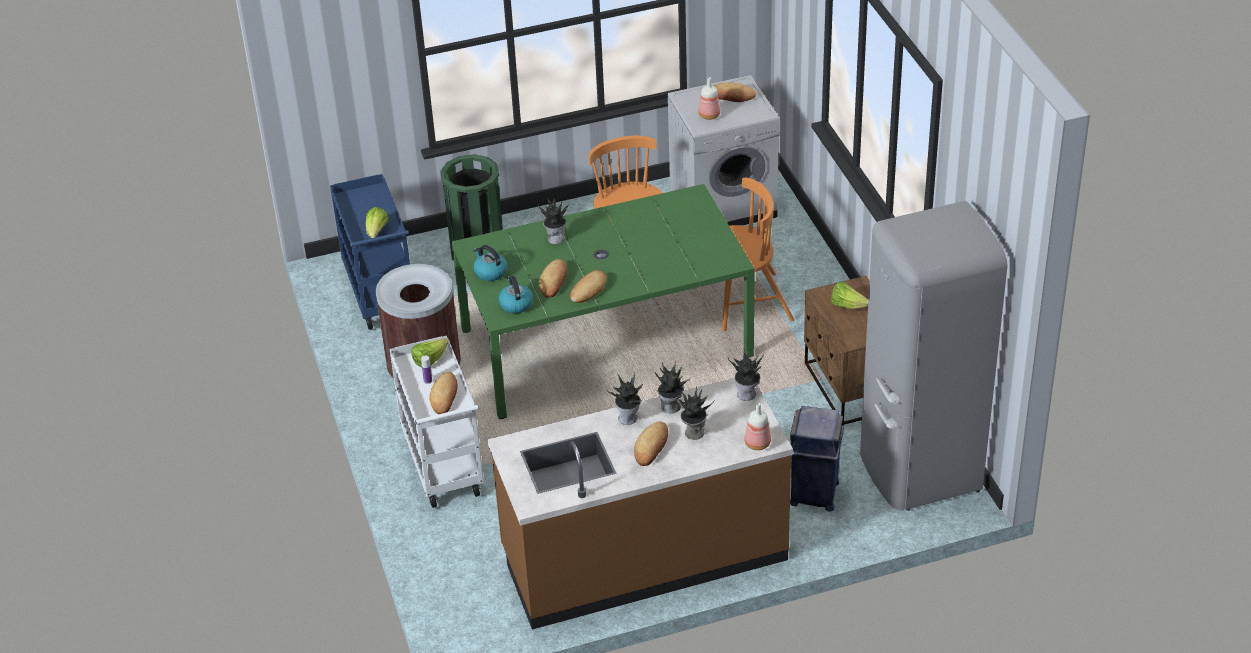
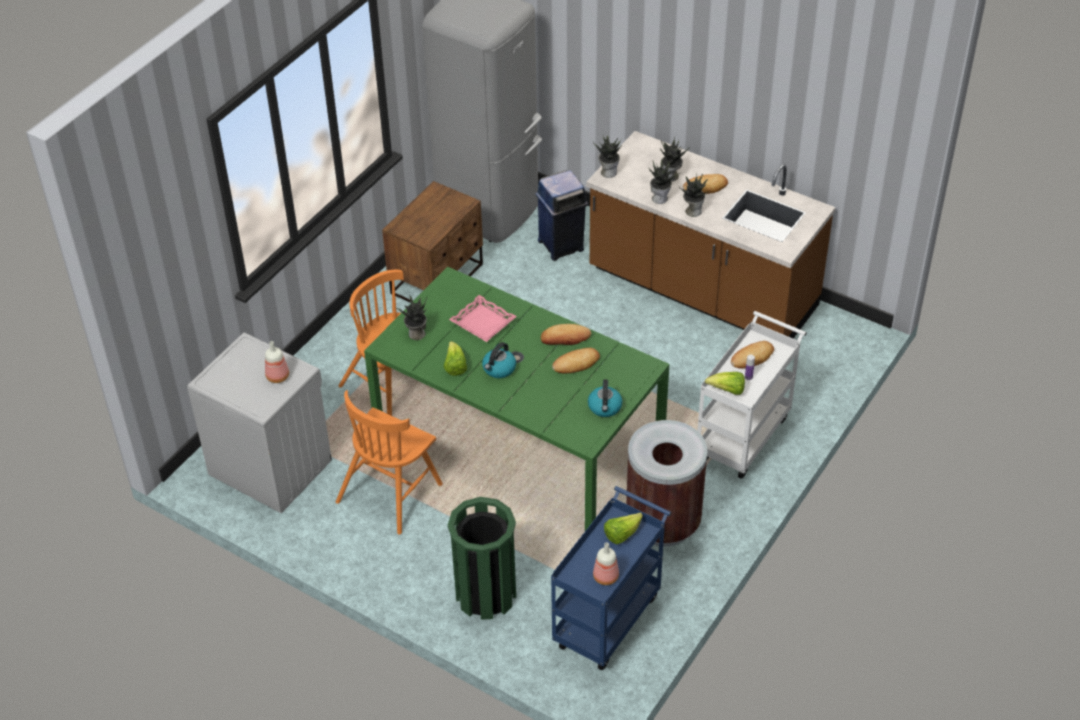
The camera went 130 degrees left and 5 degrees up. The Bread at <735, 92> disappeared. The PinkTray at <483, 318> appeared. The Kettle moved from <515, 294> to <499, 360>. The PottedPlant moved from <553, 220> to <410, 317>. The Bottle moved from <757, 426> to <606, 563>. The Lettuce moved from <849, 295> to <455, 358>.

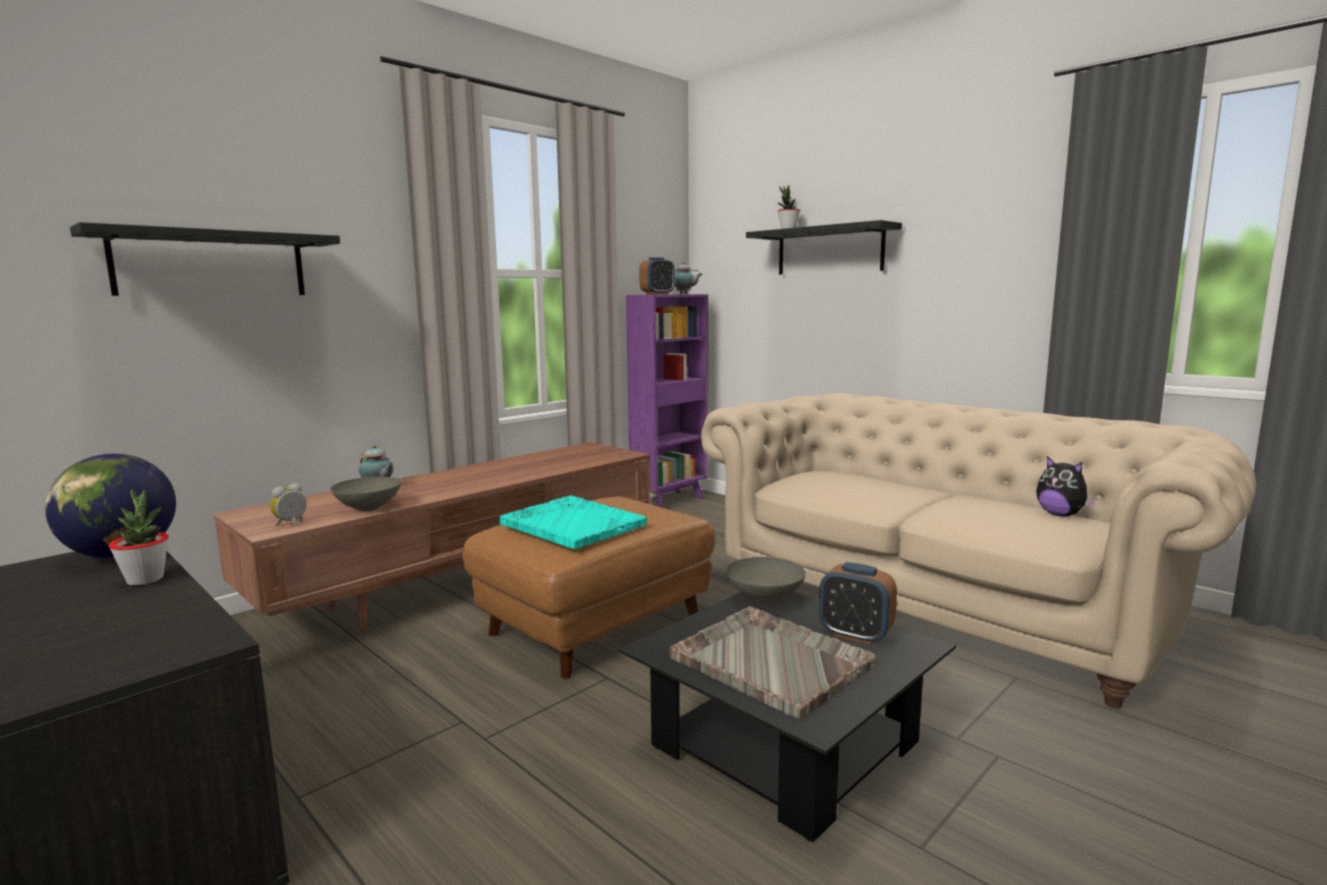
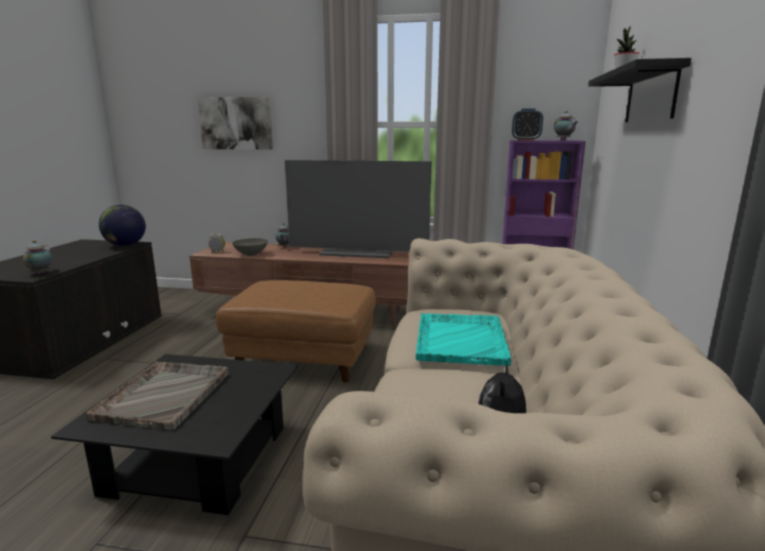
The camera went 55 degrees right and 5 degrees up. The PottedPlant at <139, 537> disappeared. The GreyBowl at <766, 580> disappeared. The AlarmClock at <858, 603> disappeared. The Teapot at <38, 257> appeared. The Television at <358, 209> appeared. The TurquoiseTray moved from <573, 522> to <463, 339>. The BlackShelf at <205, 259> was replaced by the Picture at <235, 123>.

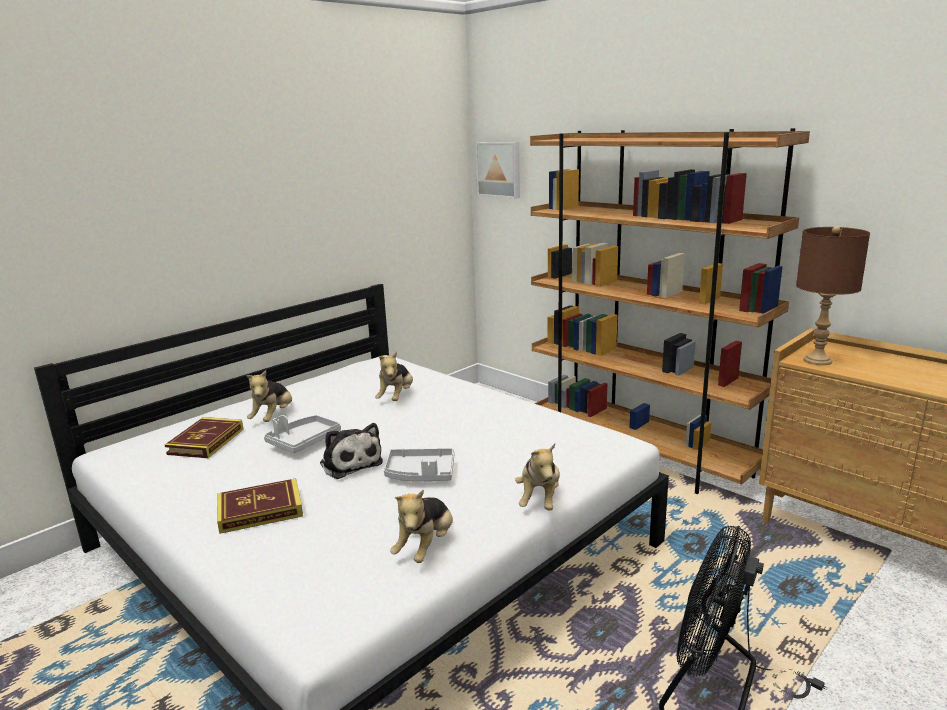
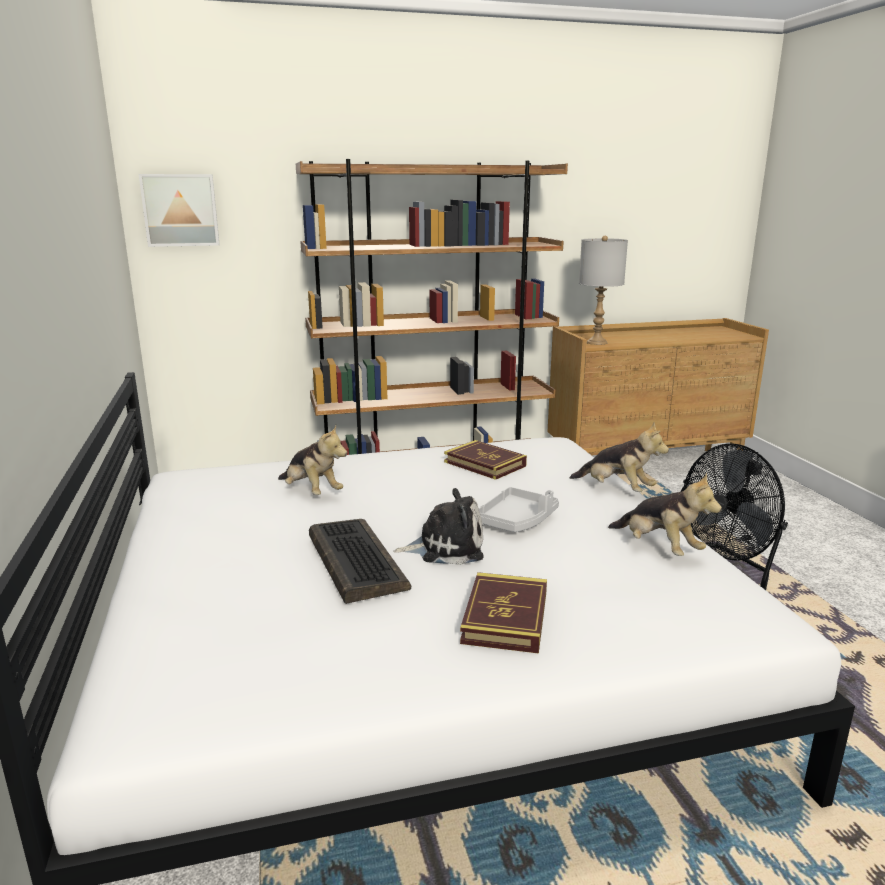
The camera went 60 degrees left and 0 degrees up. The PlushToy at <269, 396> disappeared. The Book moved from <204, 437> to <485, 460>. The GreyTray at <302, 434> was replaced by the Keyboard at <360, 561>. The BrownTableLamp at <833, 295> became the GreyTableLamp at <603, 290>.

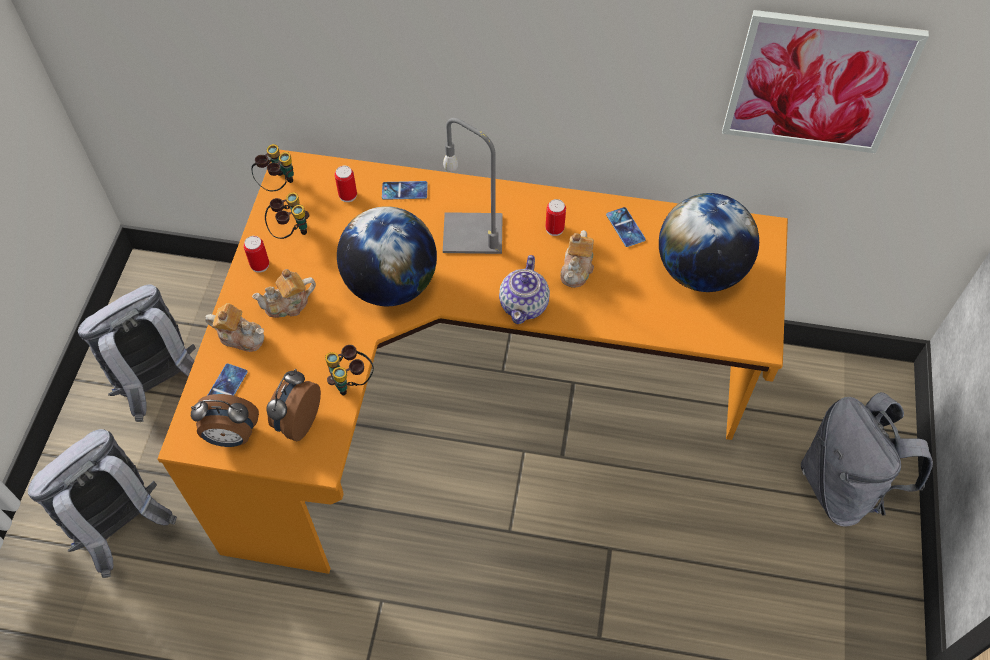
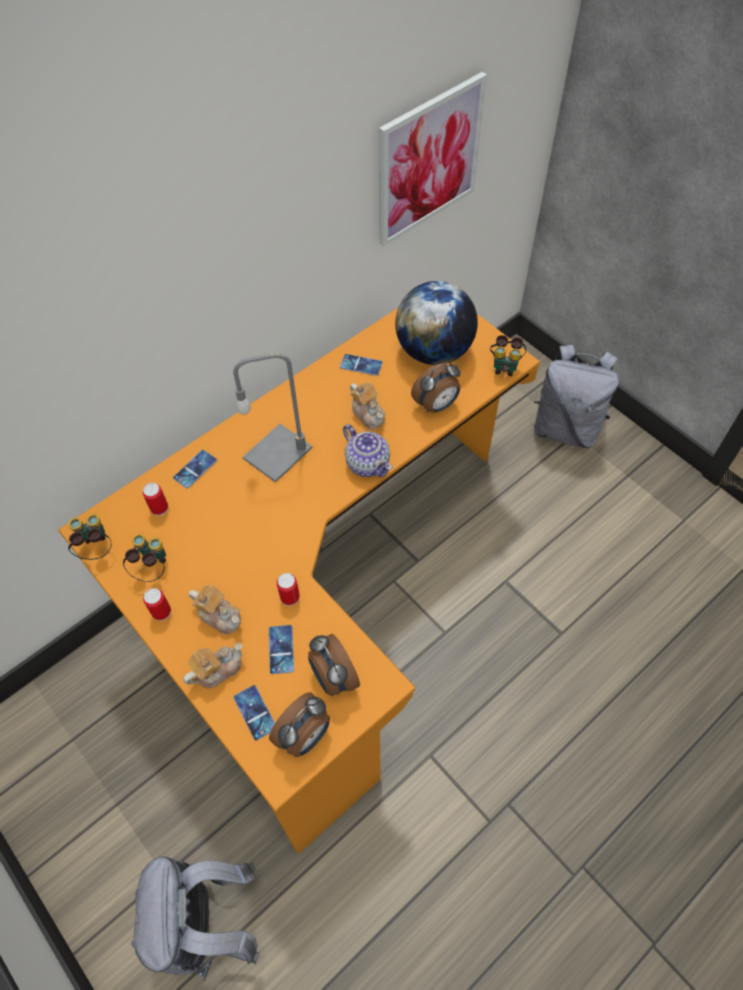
The camera went 50 degrees left and 0 degrees up. The GreyBackpack at <137, 353> disappeared. The Globe at <387, 256> disappeared. The Phone at <281, 649> appeared. The AlarmClock at <436, 387> appeared. The Binoculars moved from <349, 370> to <508, 355>. The Can moved from <555, 217> to <288, 589>. The Teapot at <284, 293> turned 75 degrees counterclockwise.

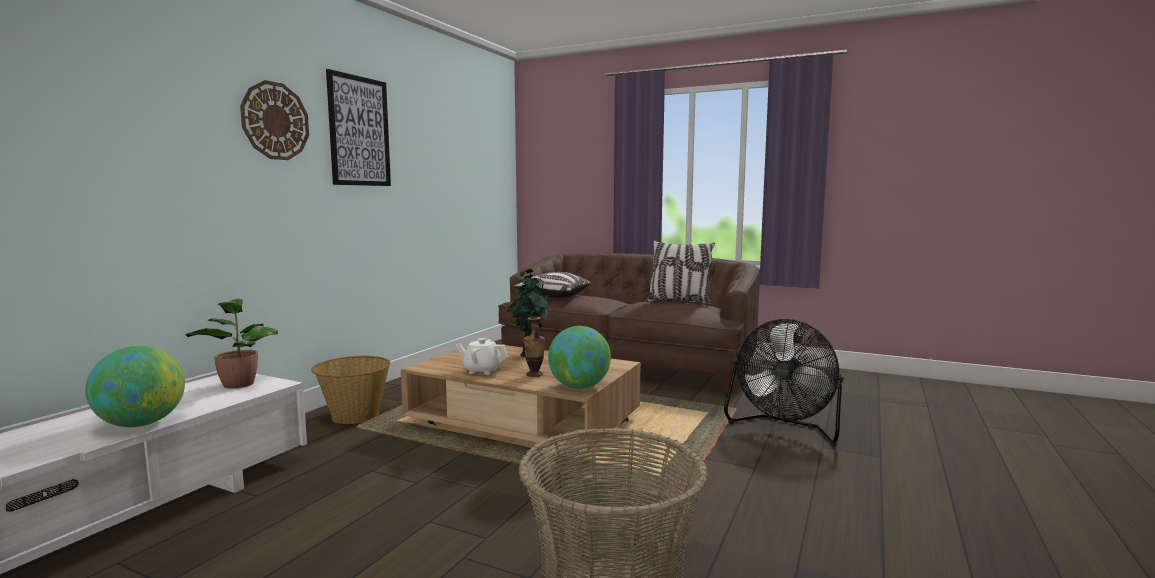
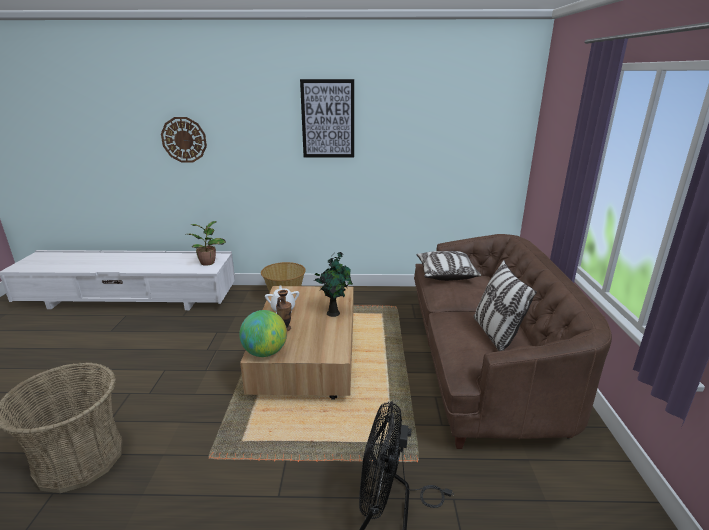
The camera went 65 degrees right and 15 degrees up. The Globe at <135, 386> disappeared. The WallClock moved from <274, 120> to <184, 140>.

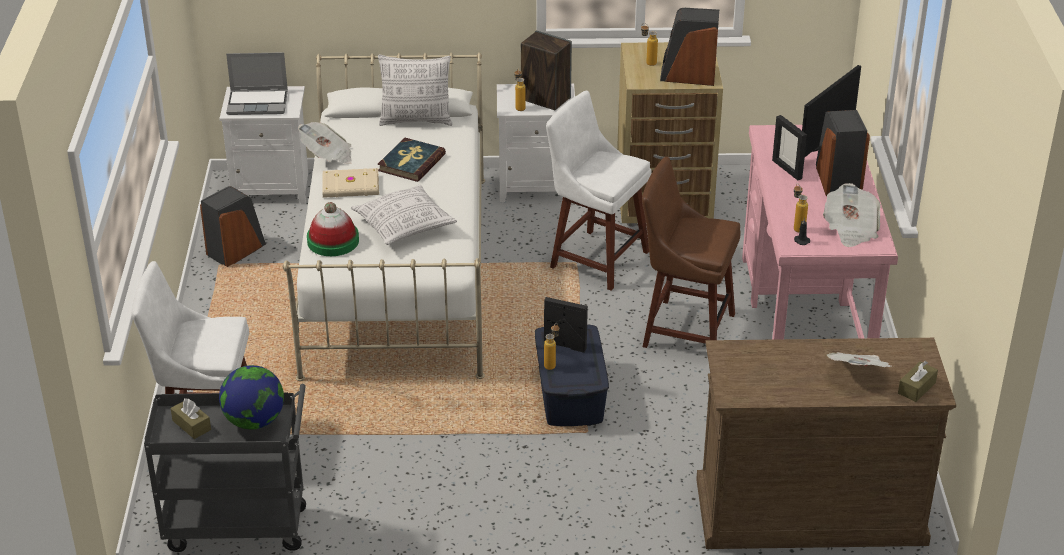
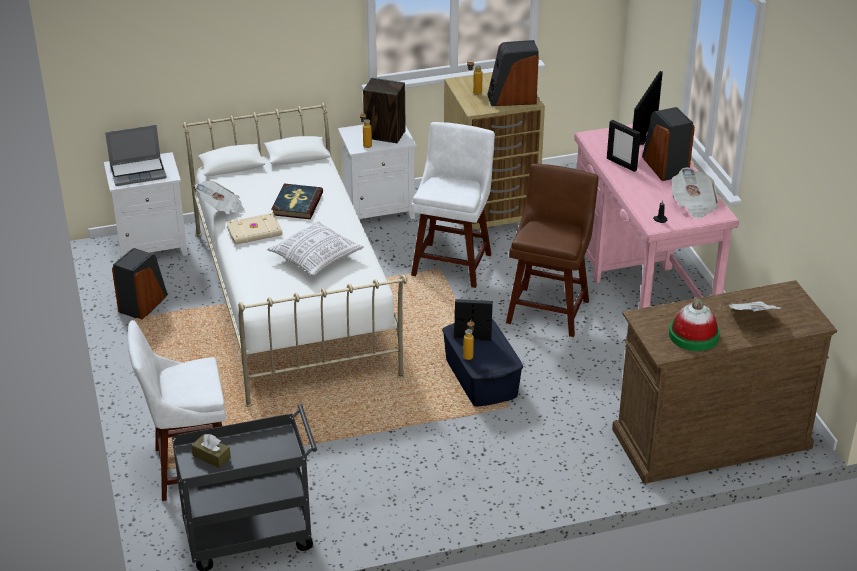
The camera went 15 degrees left and 0 degrees up. The Globe at <251, 397> disappeared. The Pillow at <415, 90> disappeared. The Bottle at <801, 208> disappeared. The BrownTissueBox at <918, 381> disappeared. The Hat moved from <333, 229> to <694, 325>. The WhiteChair at <598, 190> turned 90 degrees clockwise. The BrownChair at <691, 252> turned 105 degrees clockwise.

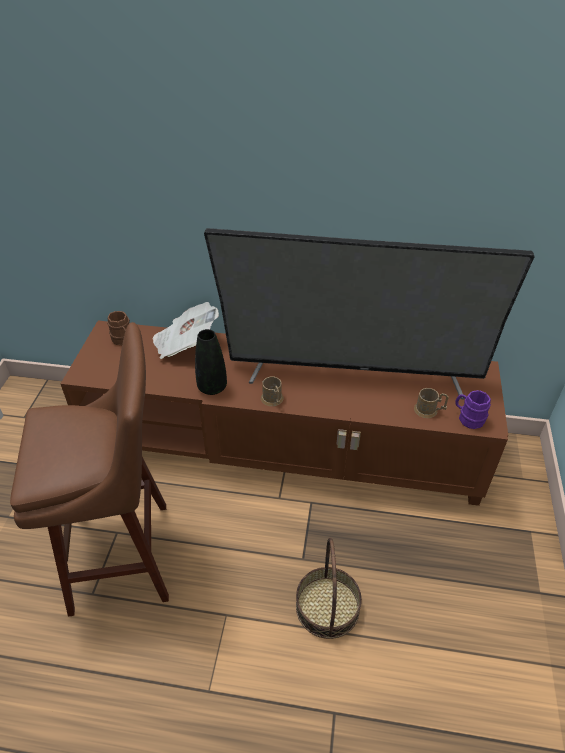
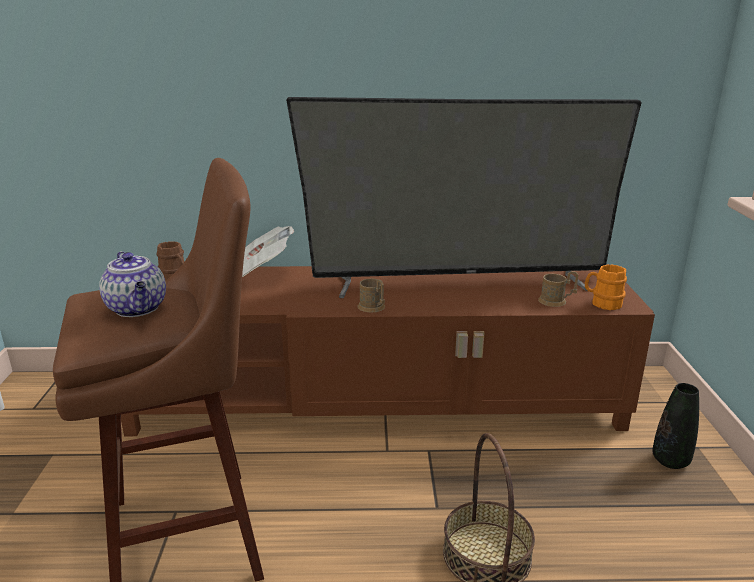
The camera went 10 degrees left and 20 degrees down. The Teapot at <132, 284> appeared. The BlackVase moved from <211, 362> to <675, 426>. The PurpleMug at <473, 409> became the OrangeMug at <606, 287>.

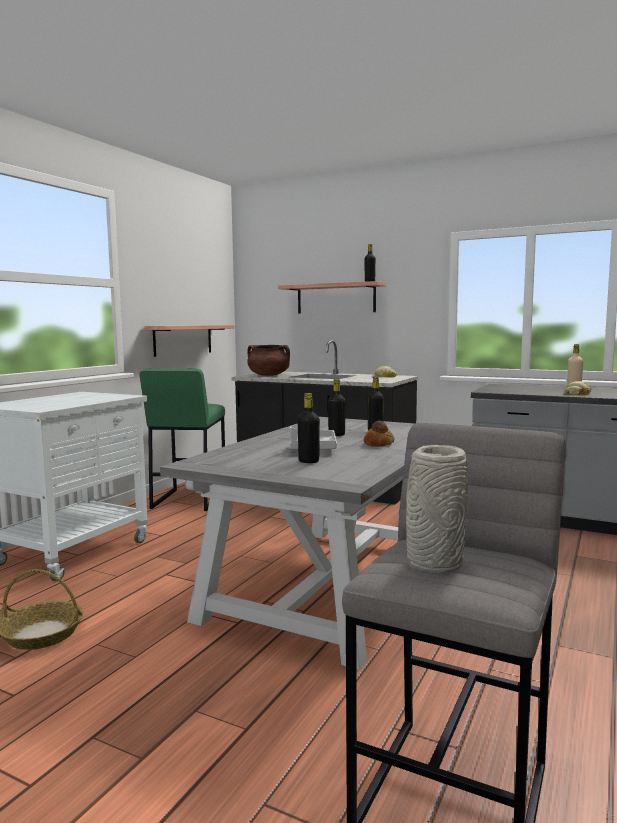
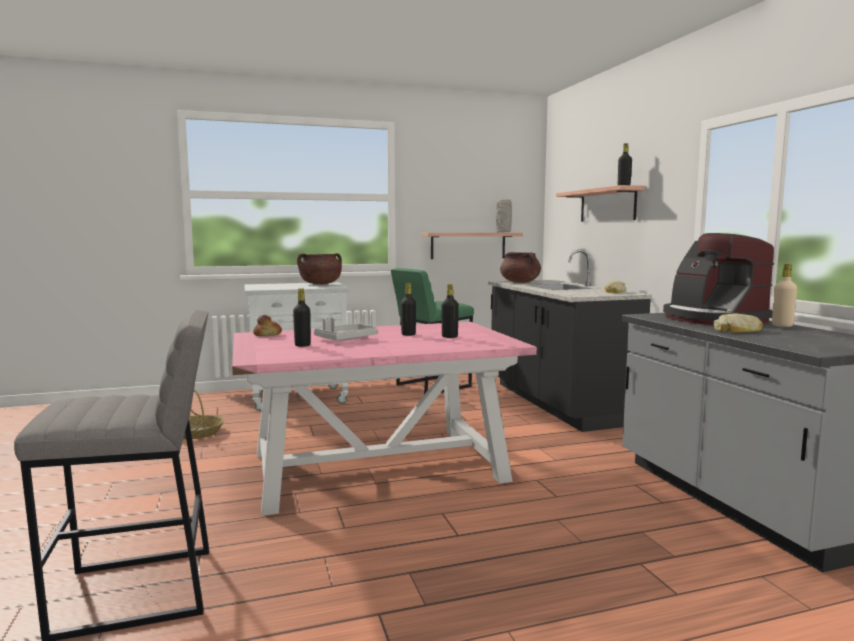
The camera went 45 degrees right and 0 degrees up. The BrownCookingPot at <319, 268> appeared. The CoffeeMachine at <718, 279> appeared. The Bread moved from <379, 434> to <267, 325>. The GreyVase moved from <437, 509> to <504, 215>. The GreyDiningTable at <287, 543> became the PinkDiningTable at <384, 419>.

